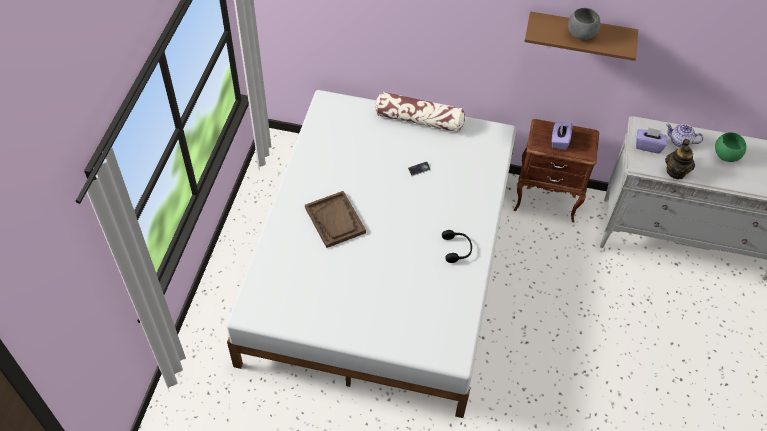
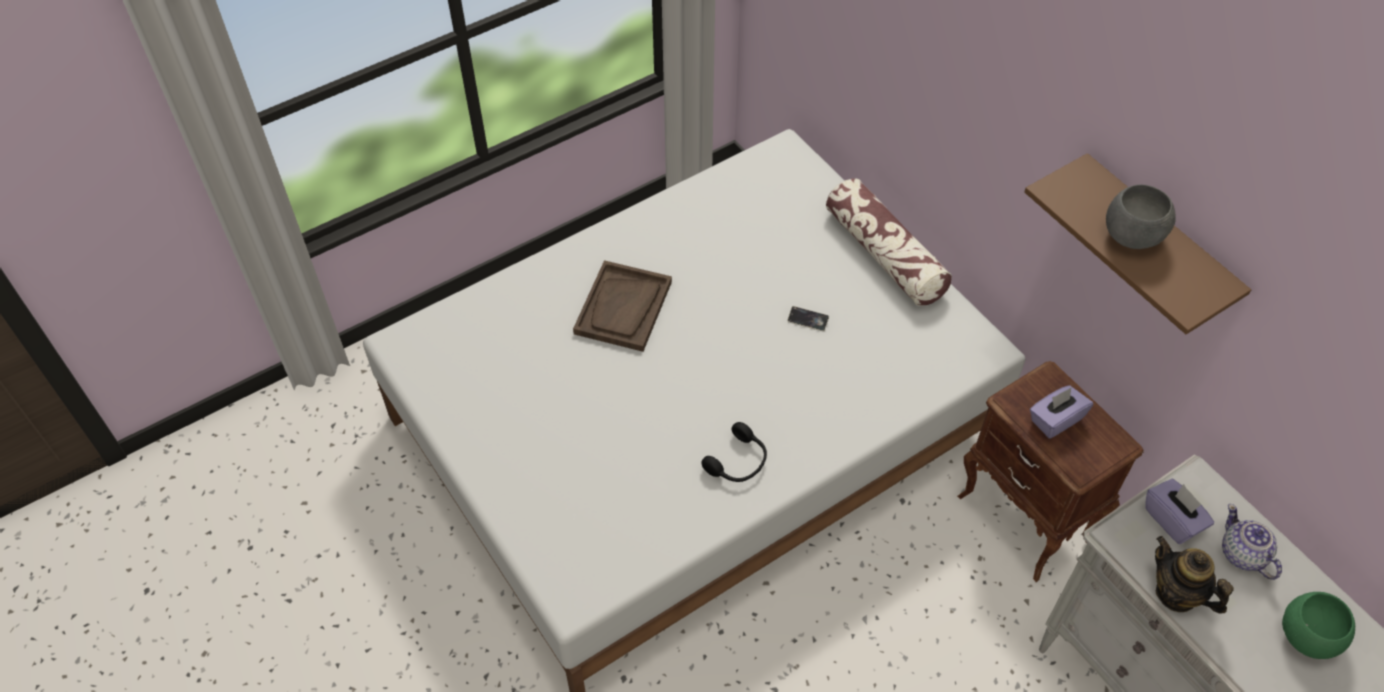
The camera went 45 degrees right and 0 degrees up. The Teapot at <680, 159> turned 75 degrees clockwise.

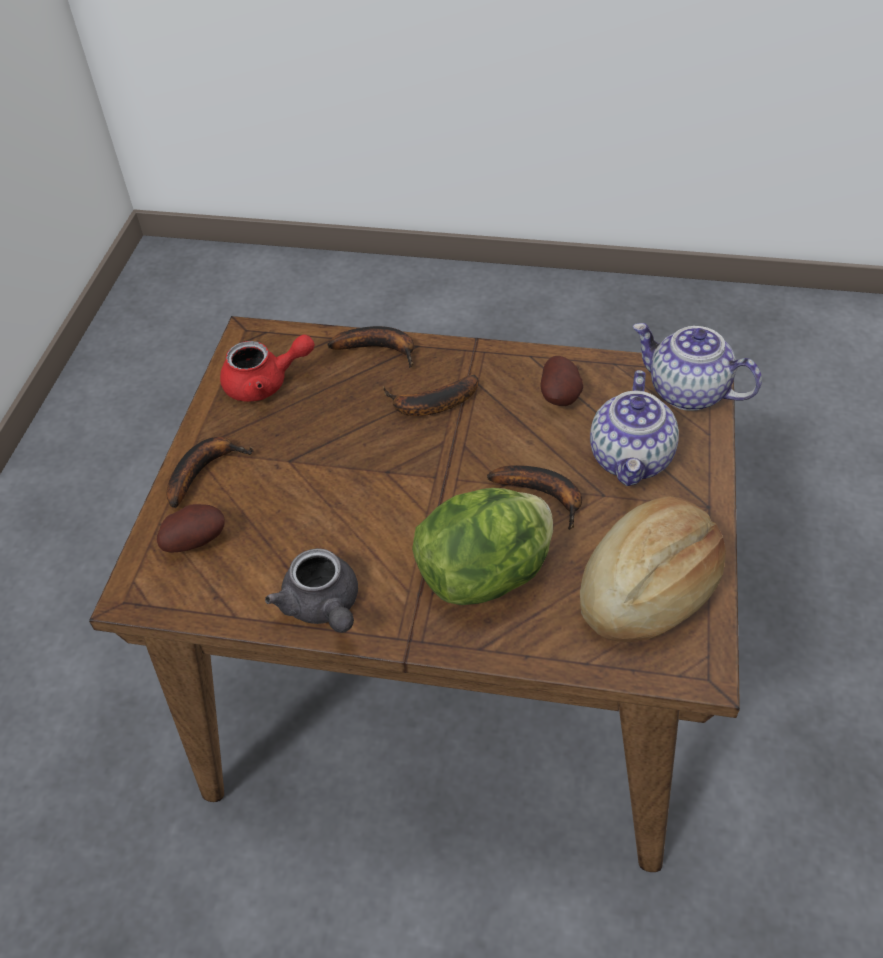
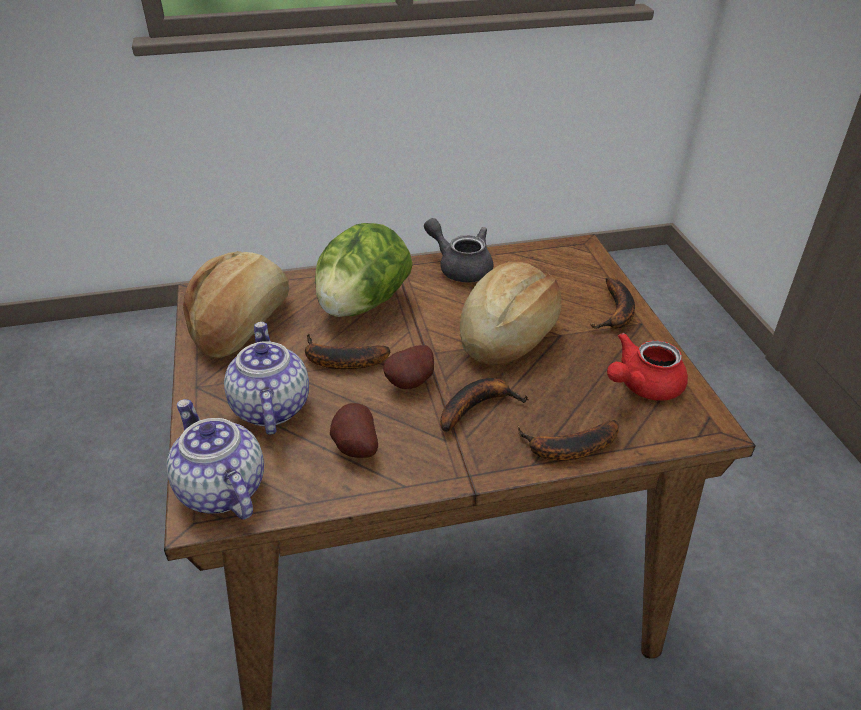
The camera went 155 degrees right and 10 degrees down. The Bread at <511, 313> appeared. The Potato moved from <191, 528> to <408, 367>. The Teapot at <697, 367> turned 135 degrees counterclockwise.

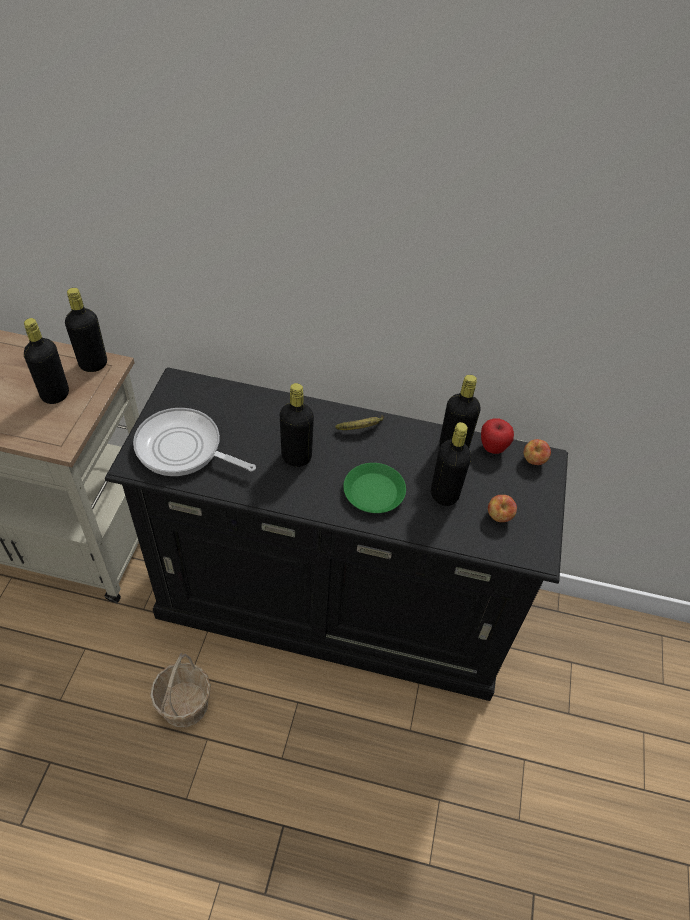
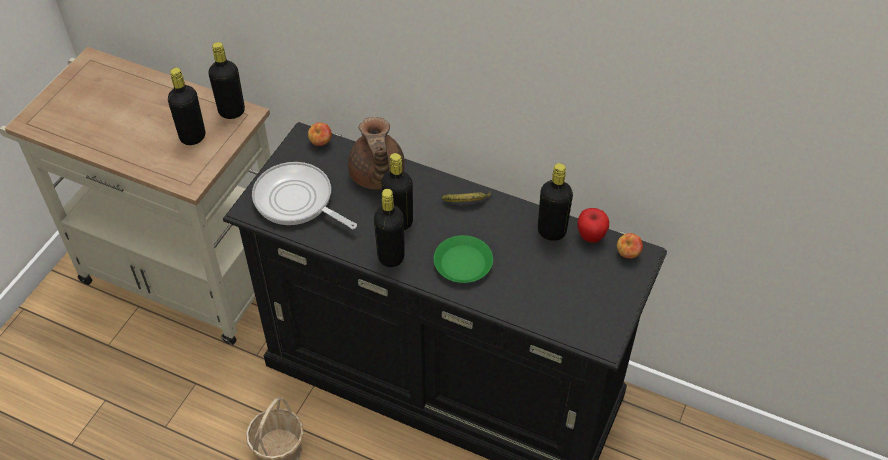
The camera went 15 degrees right and 0 degrees up. The BrownTeapot at <376, 153> appeared. The BlackBottle moved from <451, 464> to <389, 228>. The Apple moved from <502, 508> to <320, 134>.

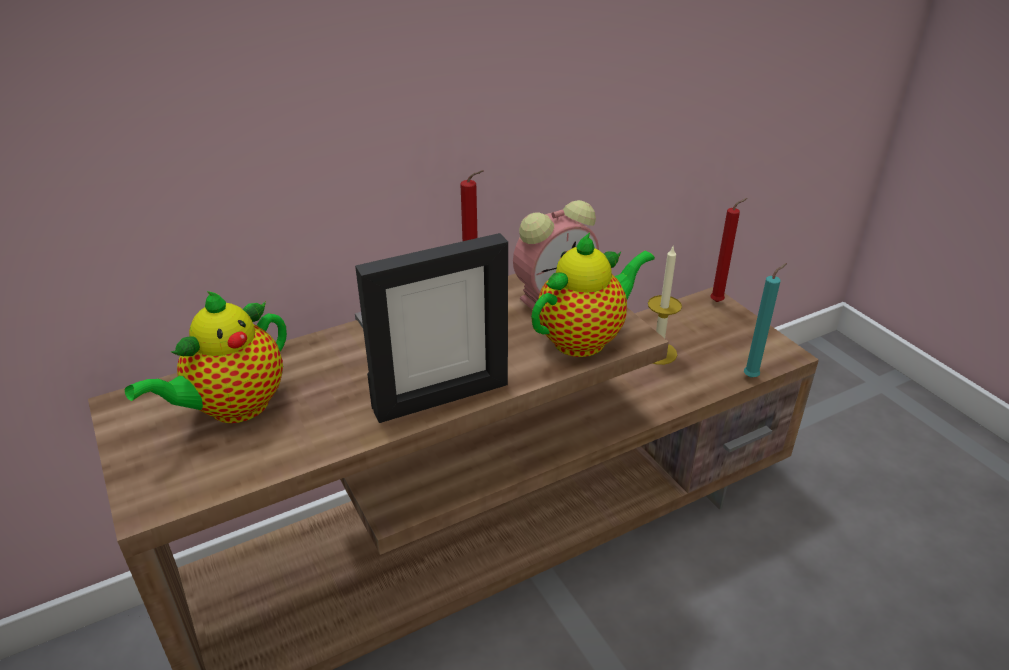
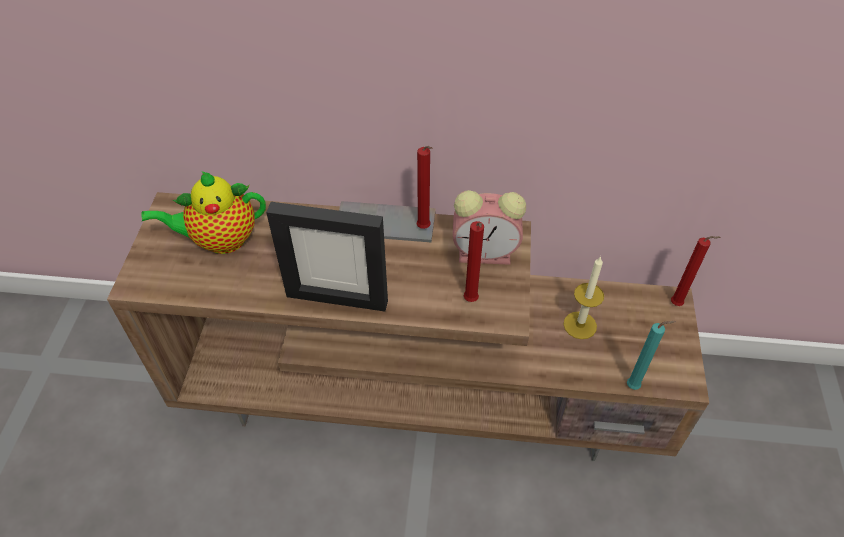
The camera went 35 degrees right and 15 degrees up. The Teapot at <593, 295> was replaced by the RedCandle at <474, 261>.

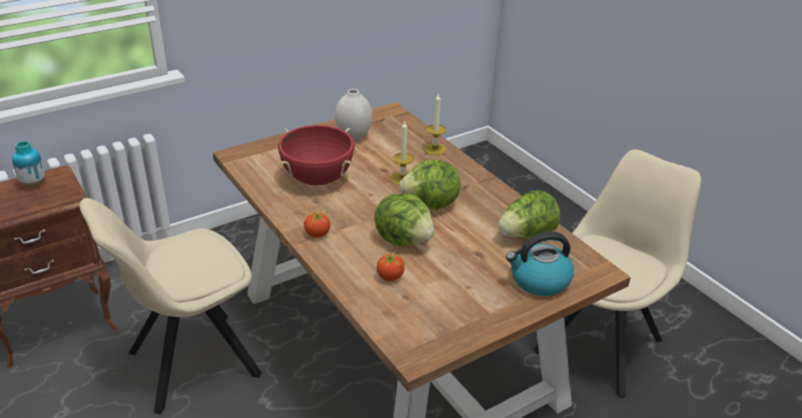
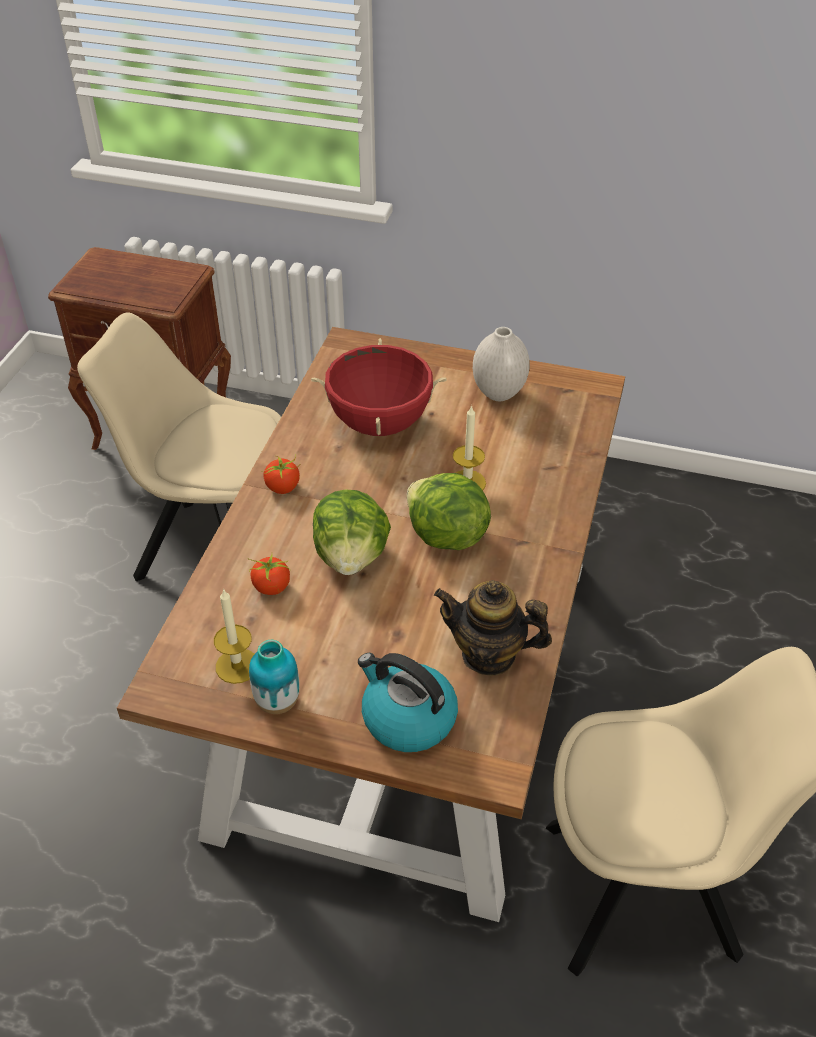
The camera went 50 degrees right and 10 degrees up. The Vase moved from <29, 164> to <274, 677>. The Candle moved from <435, 124> to <234, 636>. The Lettuce at <529, 214> was replaced by the Teapot at <493, 628>.

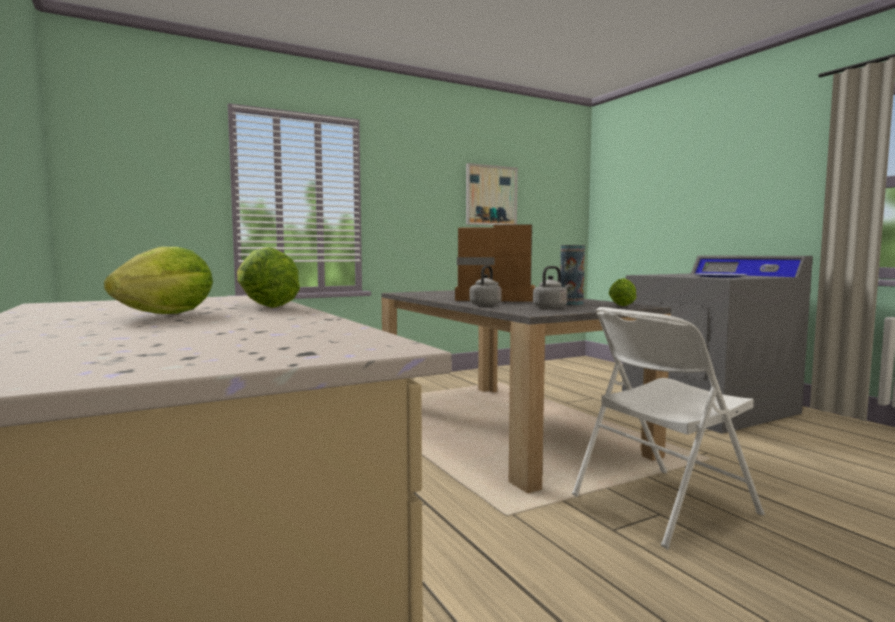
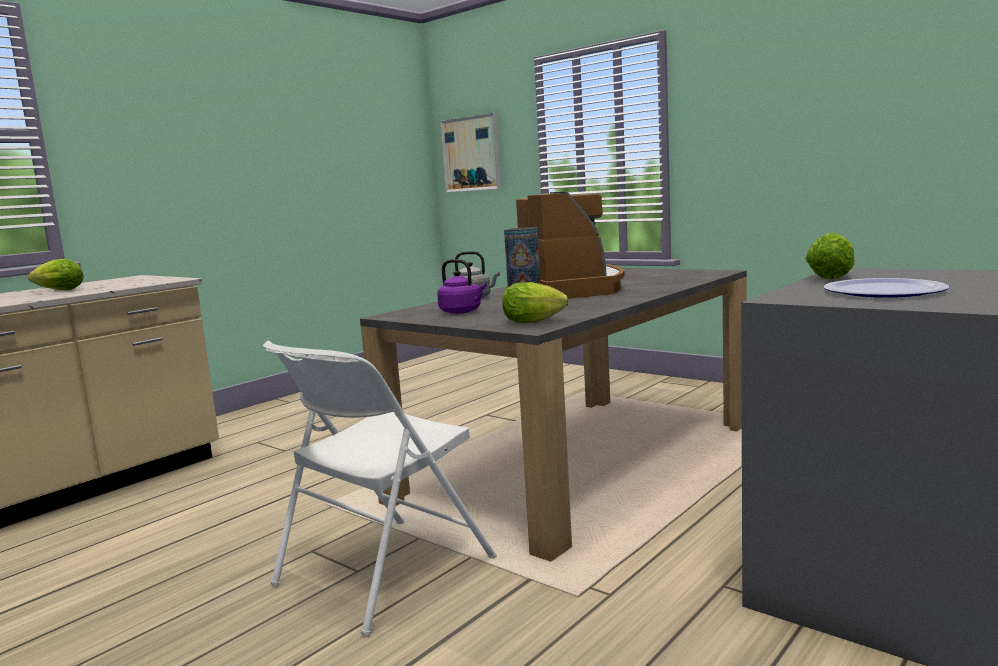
The camera went 70 degrees right and 5 degrees up. The Lettuce moved from <268, 277> to <830, 256>. The Picture moved from <492, 194> to <471, 152>. The GreyKettle at <551, 287> became the PurpleKettle at <461, 286>. The WhiteChair at <668, 428> turned 90 degrees counterclockwise.

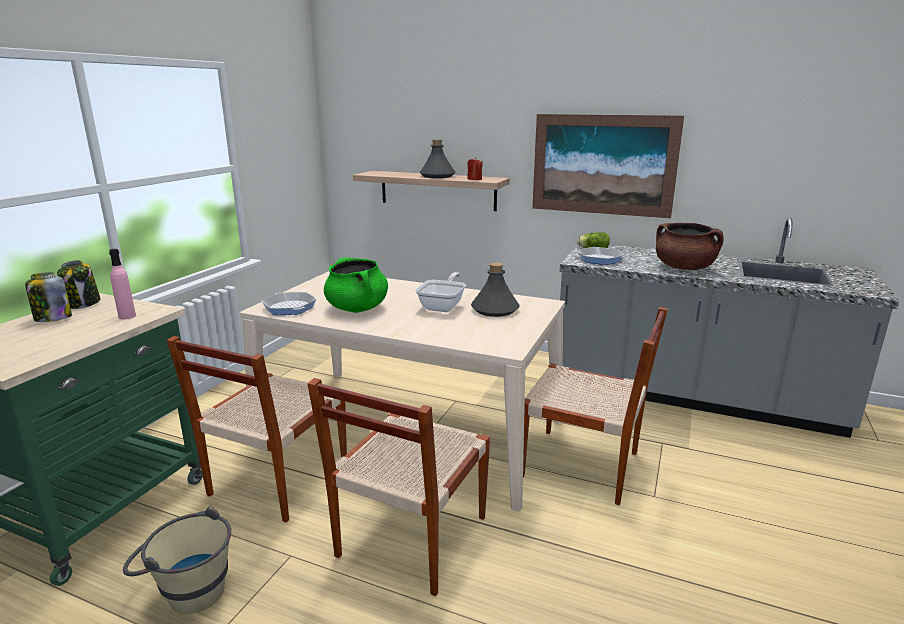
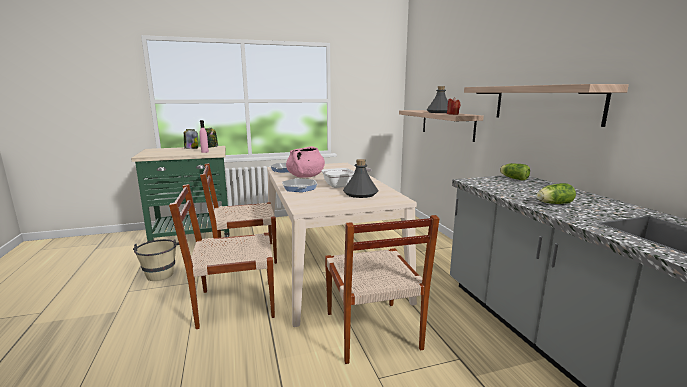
The camera went 50 degrees right and 5 degrees down. The FryingPan moved from <601, 256> to <299, 185>. The Picture at <608, 166> was replaced by the Shelf at <546, 105>. The BrownCookingPot at <690, 246> was replaced by the Lettuce at <556, 193>. The GreenCookingPot at <356, 285> became the PinkCookingPot at <305, 162>.

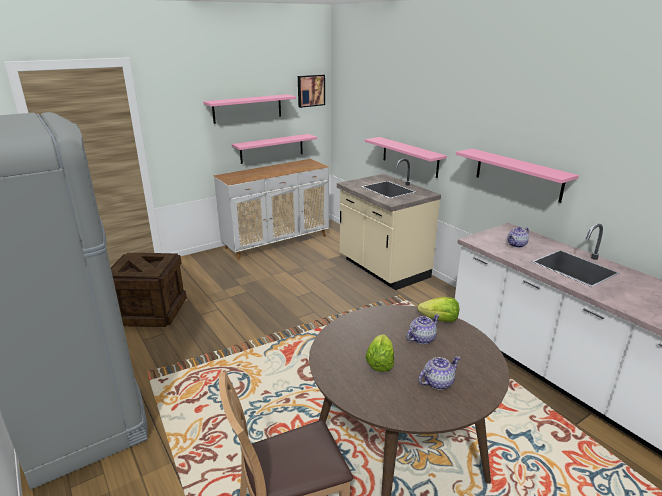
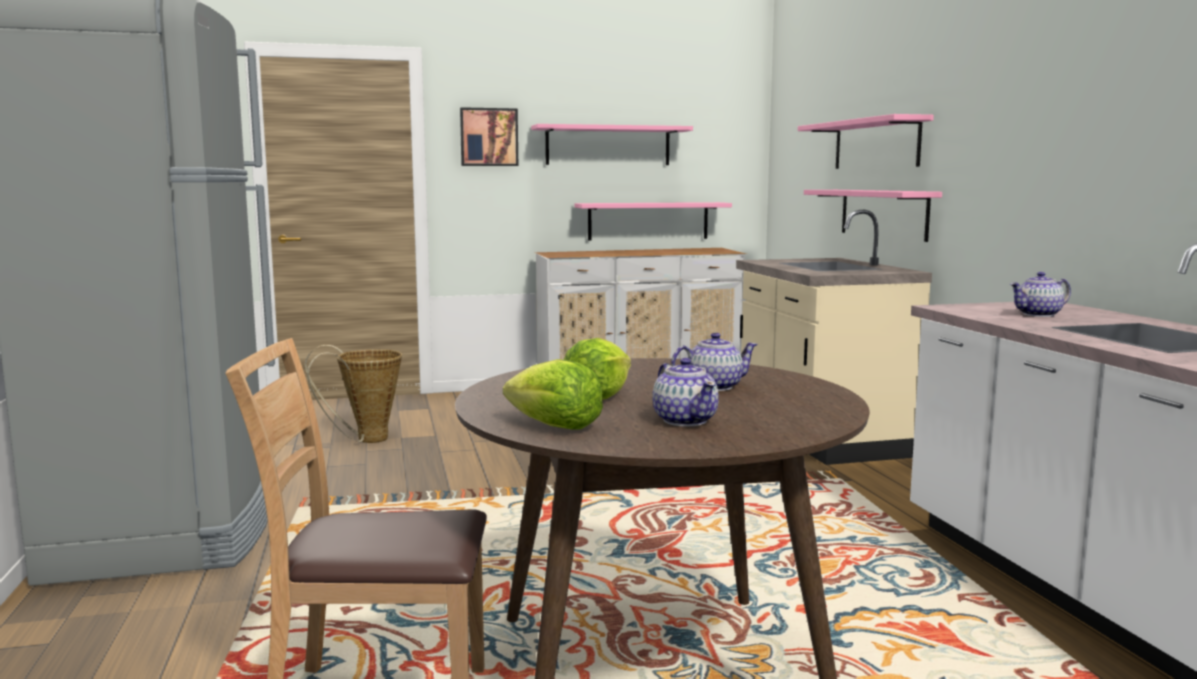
The camera went 20 degrees right and 15 degrees down. The Picture moved from <311, 91> to <489, 136>. The Lettuce moved from <438, 309> to <553, 394>. The PinkShelf moved from <517, 176> to <866, 141>. The Crate at <149, 290> was replaced by the Basket at <353, 394>. The Teapot at <439, 373> turned 75 degrees clockwise.

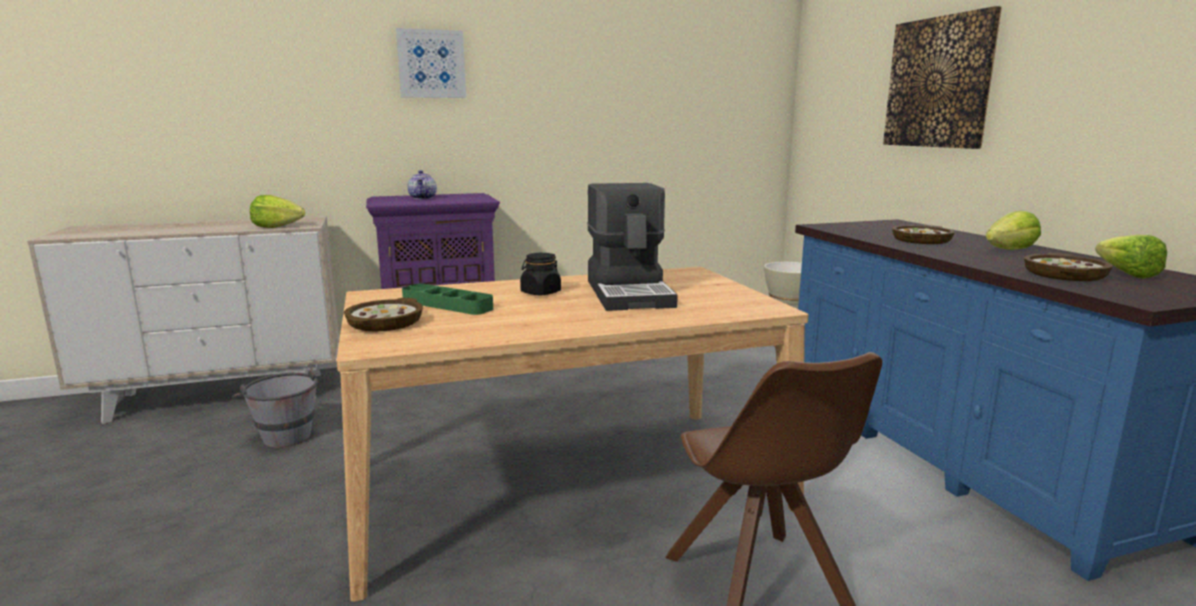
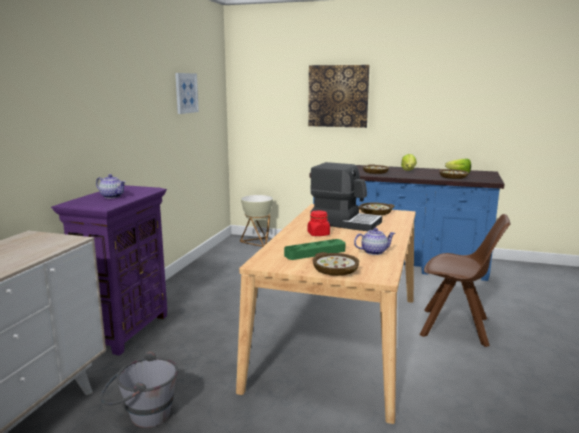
The camera went 55 degrees left and 0 degrees up. The Lettuce at <277, 211> disappeared. The Teapot at <374, 241> appeared. The Bowl at <376, 208> appeared. The Picture moved from <431, 63> to <187, 93>. The BlackJar at <540, 274> became the RedJar at <319, 223>.

